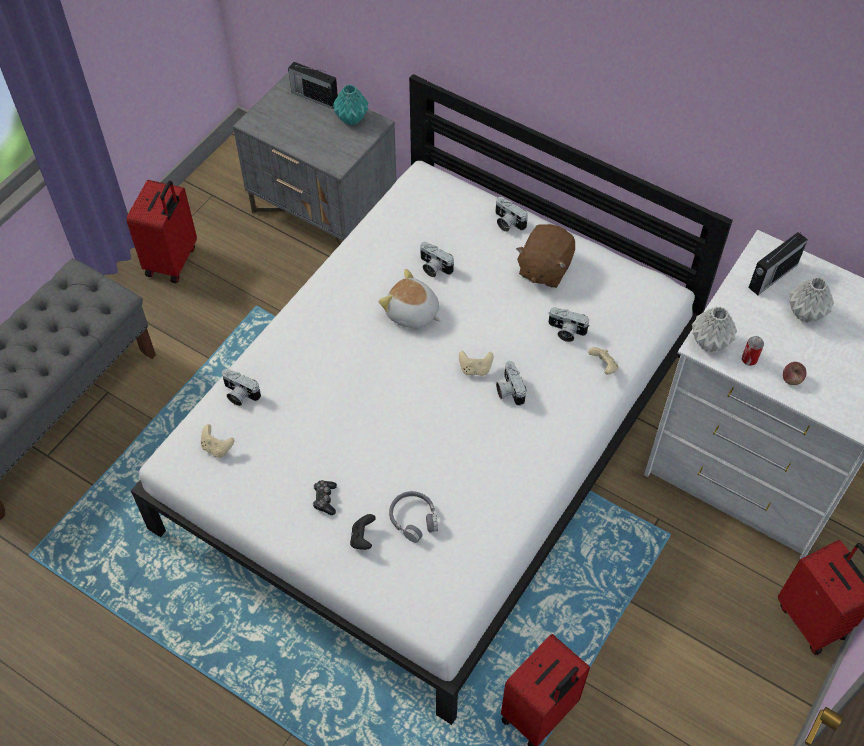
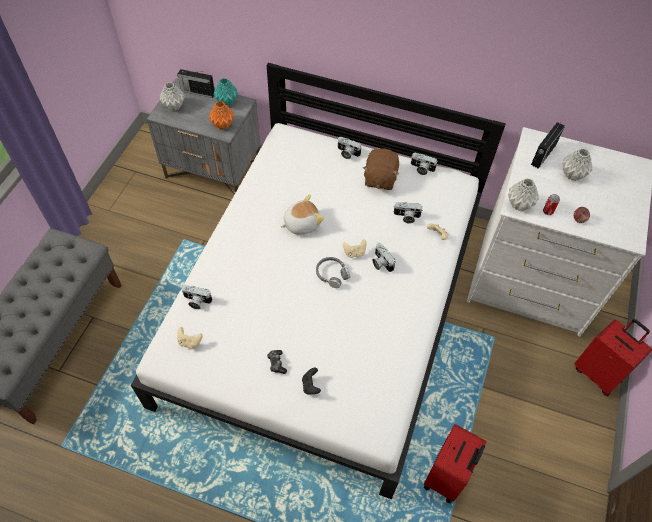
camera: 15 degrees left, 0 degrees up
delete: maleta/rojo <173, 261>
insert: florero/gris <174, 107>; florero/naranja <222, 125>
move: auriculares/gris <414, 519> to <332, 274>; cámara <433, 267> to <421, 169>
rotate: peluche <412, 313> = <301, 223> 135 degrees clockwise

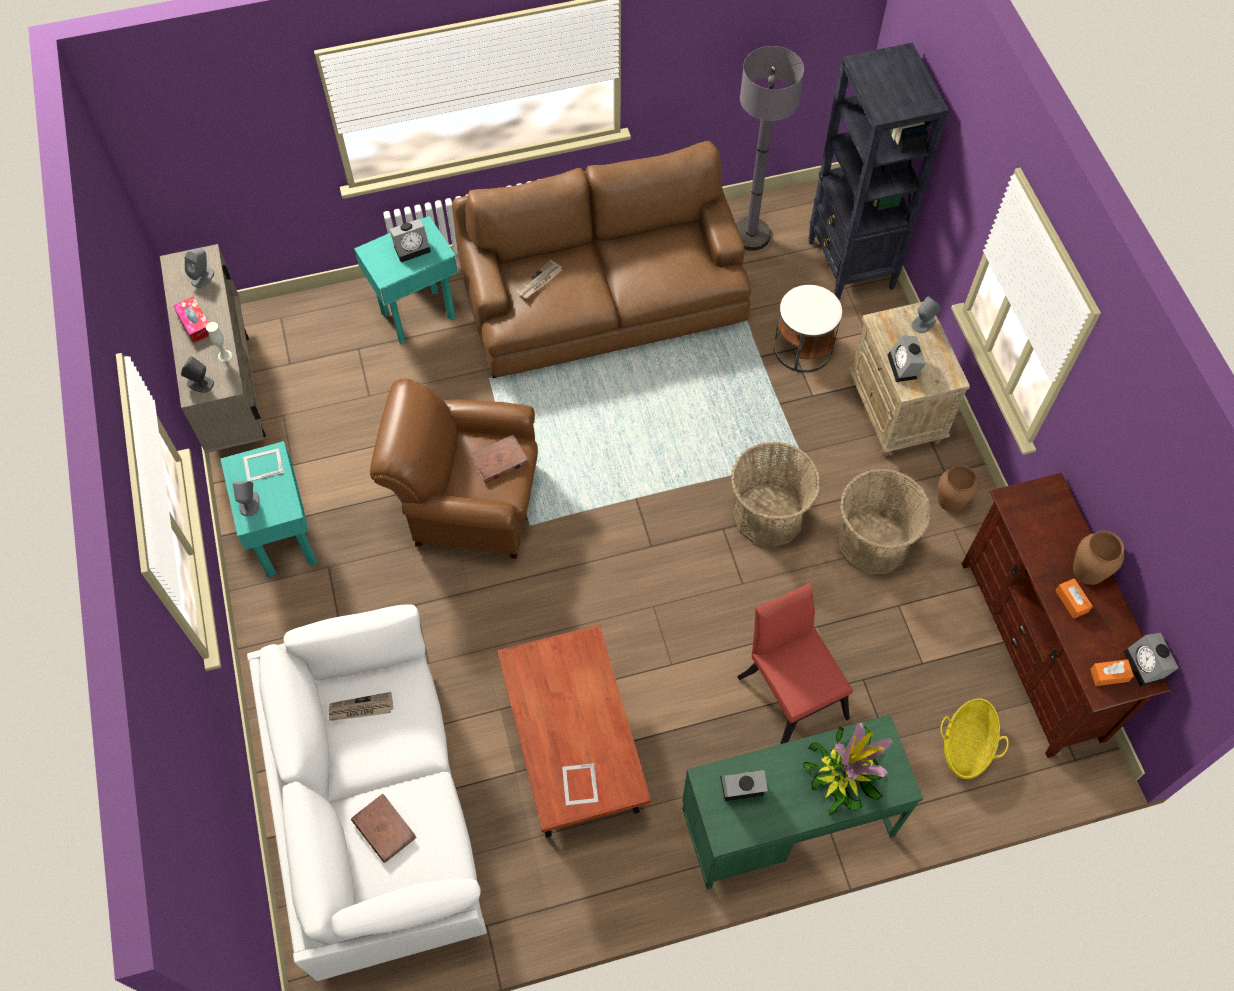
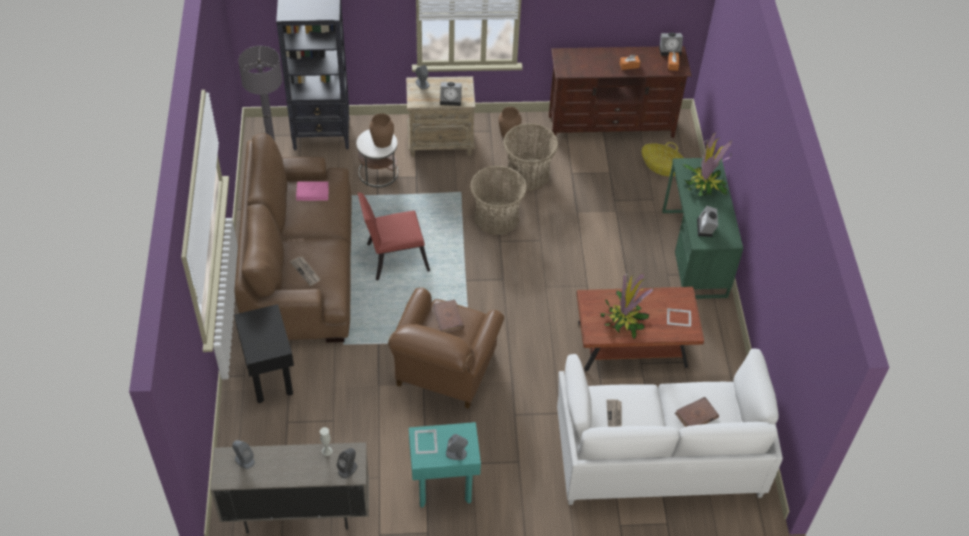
camera: 80 degrees left, 10 degrees down
delete: caja de pañuelos <195, 323>; despertador <412, 248>
insert: libro/rosa <312, 192>; planta en maceta <624, 319>
move: silla/rojo <790, 690> to <393, 257>; florero/marrón <1089, 569> to <382, 141>
recolor: mesa auxiliar/turquesa <419, 316> to mesa auxiliar/negro <271, 379>

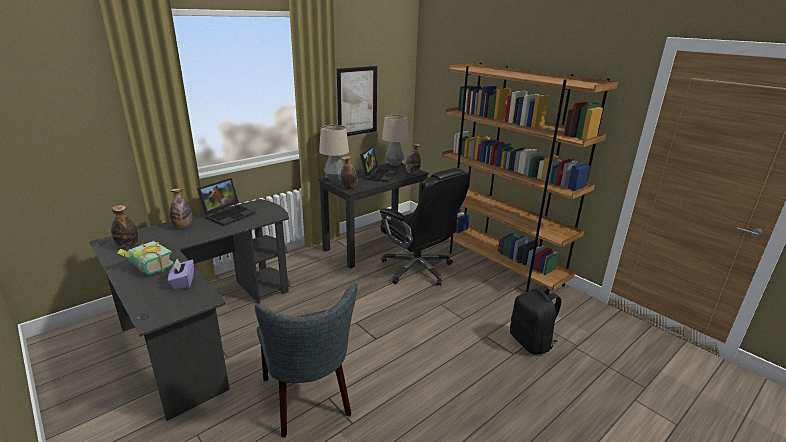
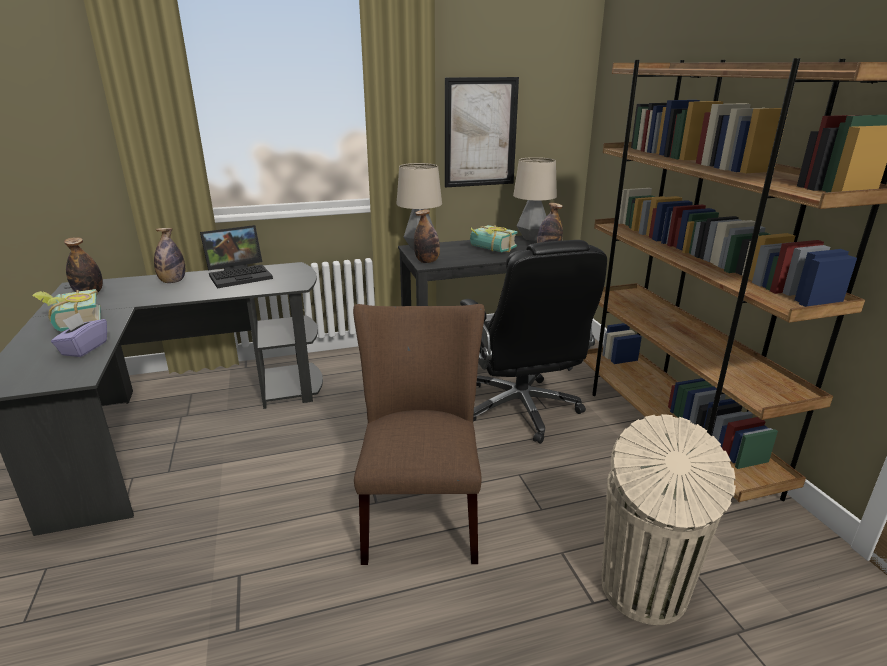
camera: 25 degrees right, 0 degrees up
delete: silla/gris <309, 400>
insert: silla/marrón <421, 511>
replace: portátil <378, 175> to libro <490, 249>; mochila/negro <531, 342> to papelera/beis <644, 591>

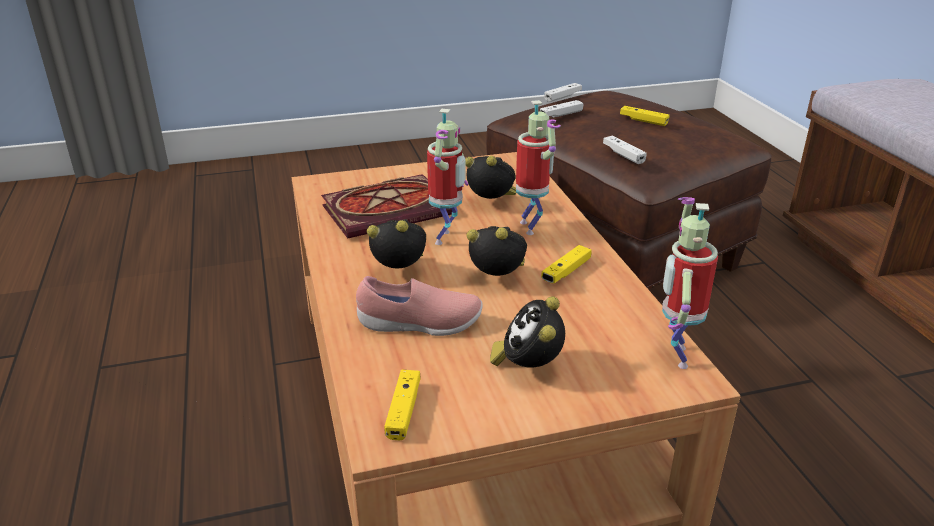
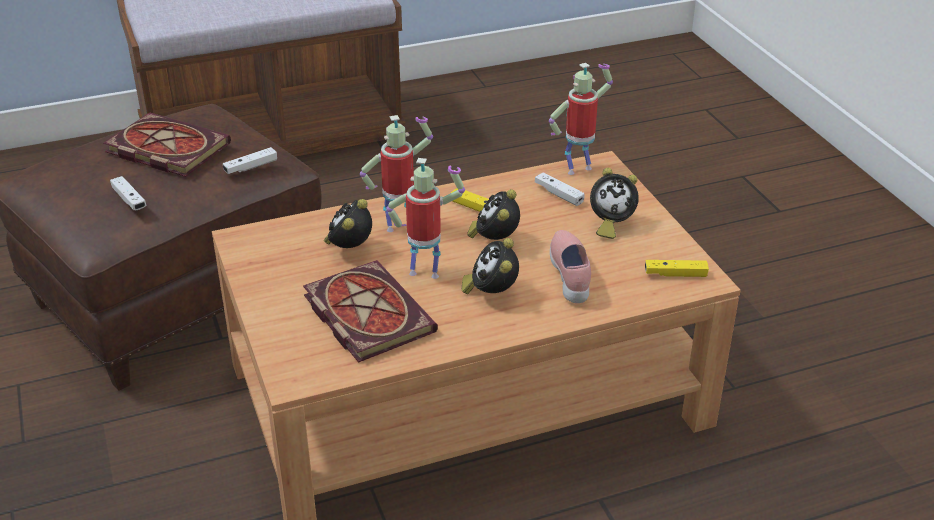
camera: 95 degrees left, 5 degrees up
move: mando de consola/blanco <562, 97> to <559, 194>
replace: mando de consola/amarillo <643, 121> to libro <164, 149>
rotate: robot de juguete <675, 355> = <578, 168> 150 degrees clockwise

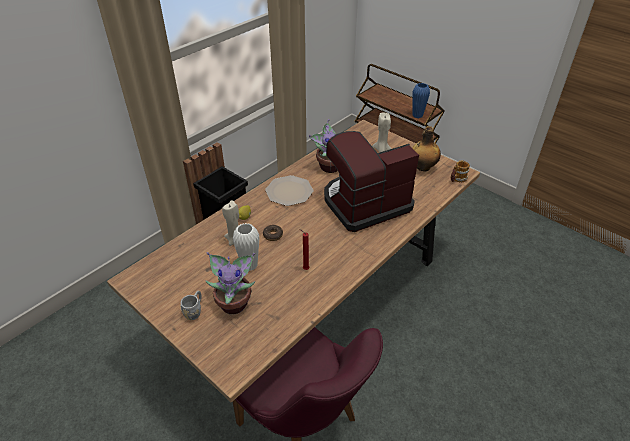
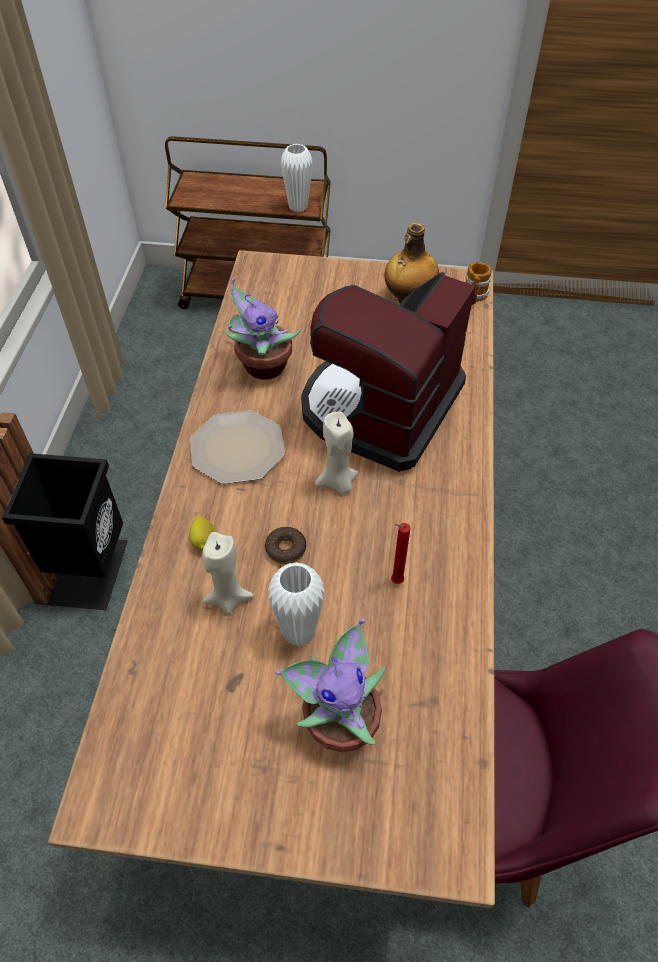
camera: 35 degrees left, 10 degrees up
delete: taza grande/gris <195, 311>
move: vela/beis <381, 150> to <338, 483>
recolor: florero/azul <417, 115> to florero/blanco <298, 206>

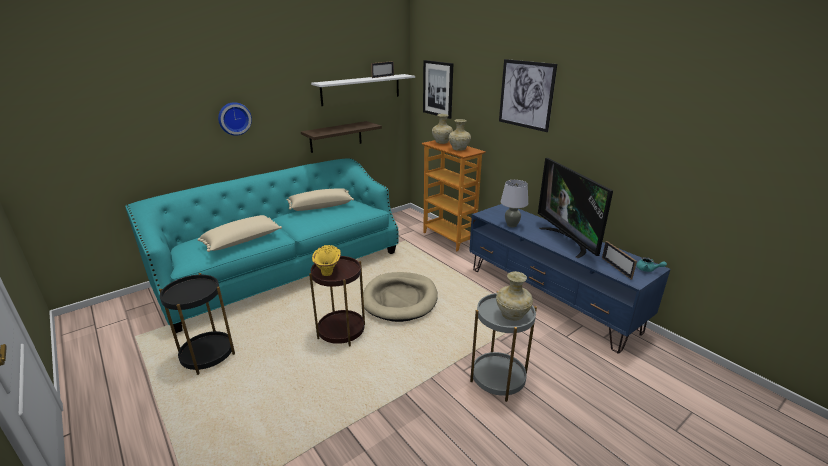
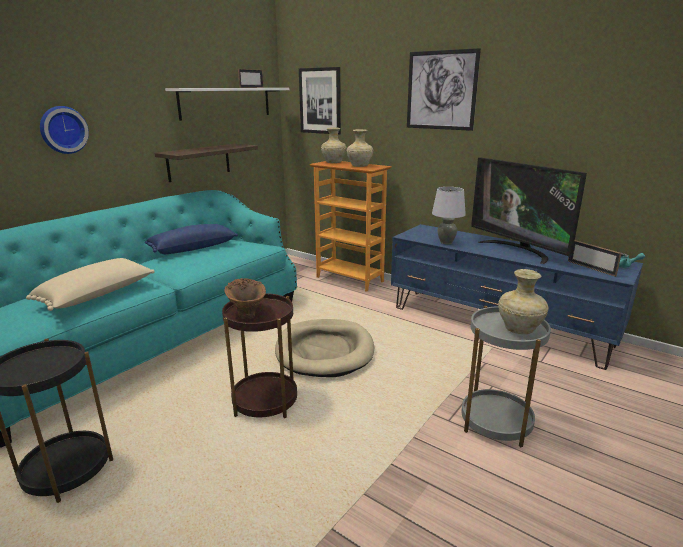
camera: 15 degrees left, 5 degrees down
recolor: cojín/beis <320, 206> to cojín/azul <193, 248>; florero/amarillo <328, 271> to florero/marrón <247, 313>

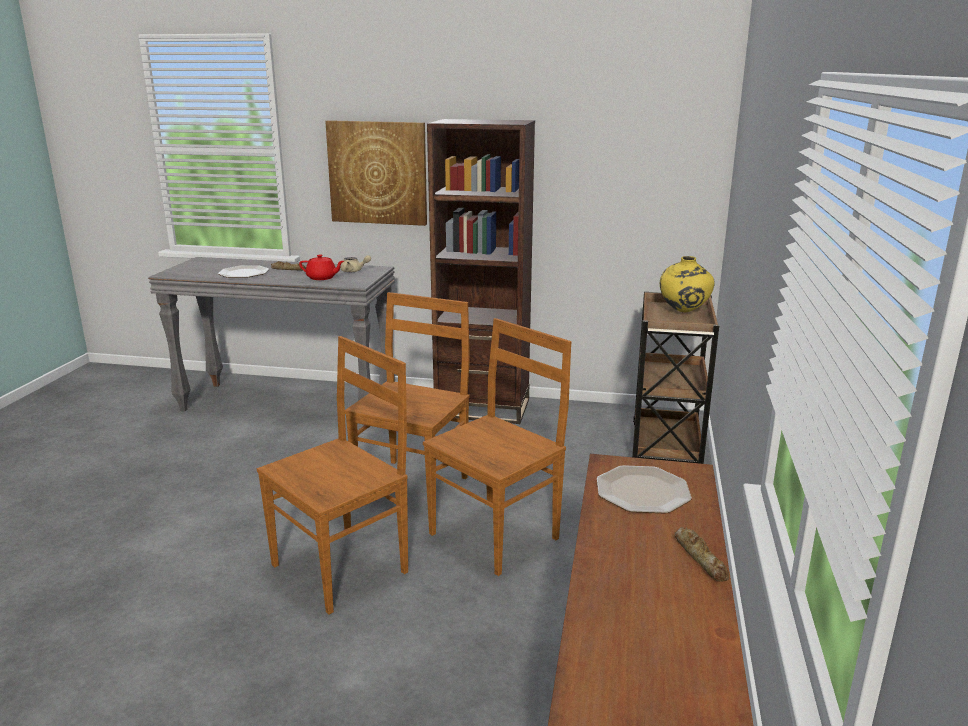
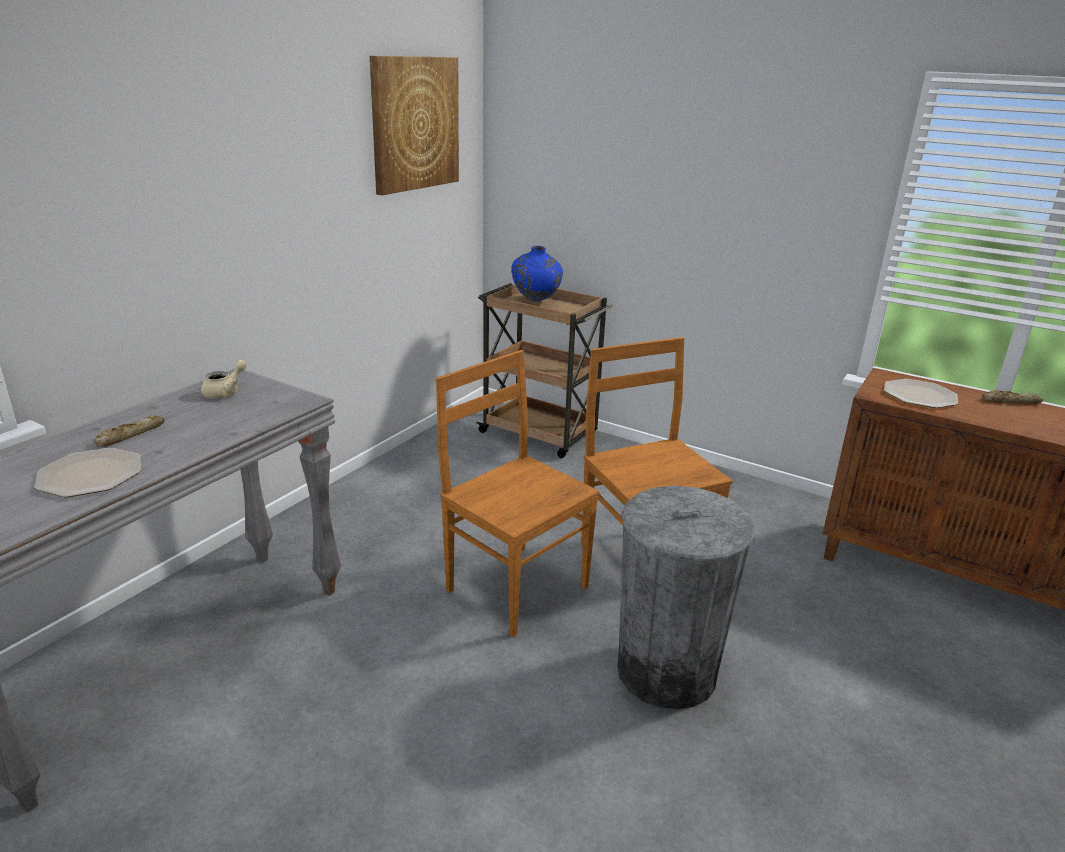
camera: 70 degrees left, 5 degrees up
delete: tetera/rojo <322, 278>; estantería/marrón <482, 408>
move: cuadro <378, 173> to <415, 124>
replace: silla/marrón <343, 567> to papelera/gris <666, 671>
recolor: florero/amarillo <684, 312> to florero/azul <536, 301>

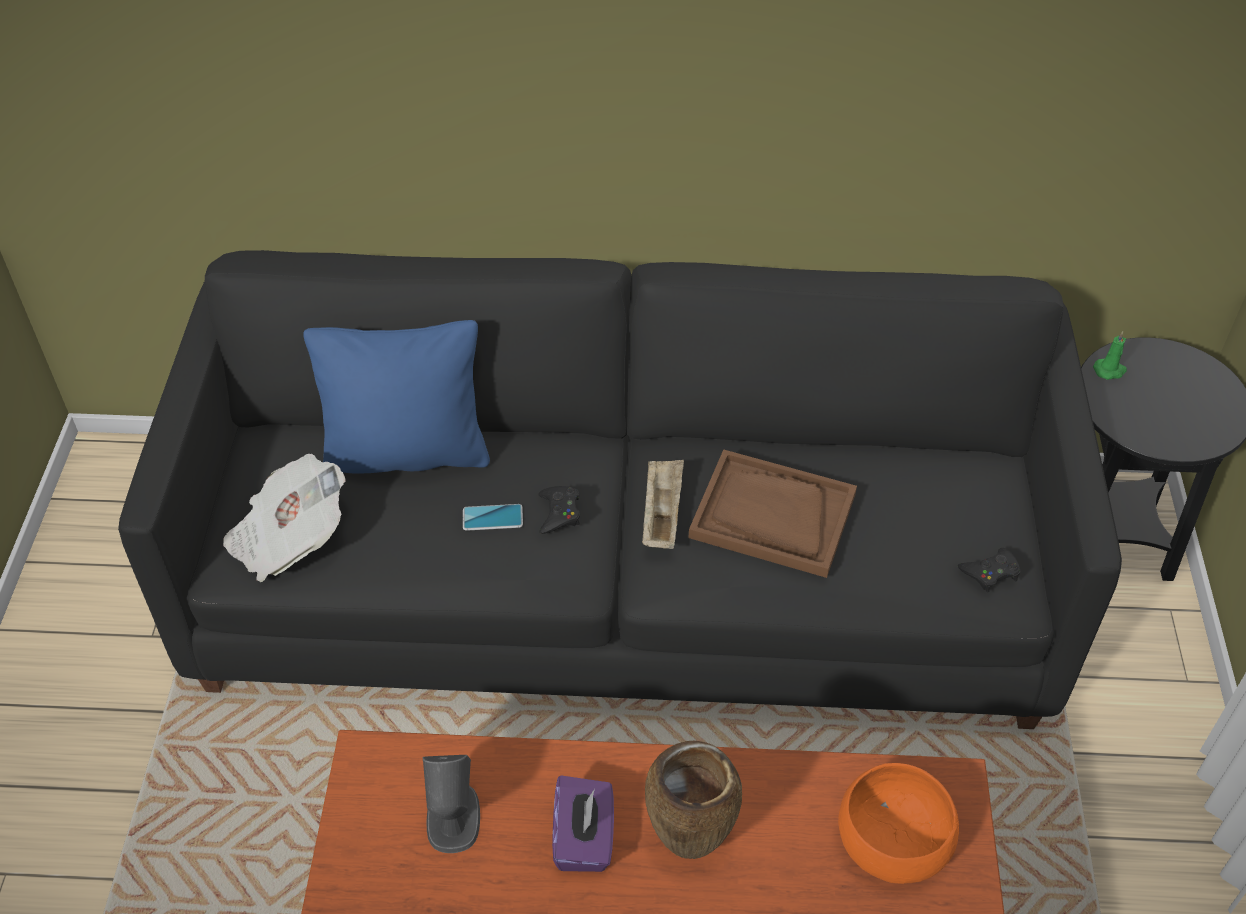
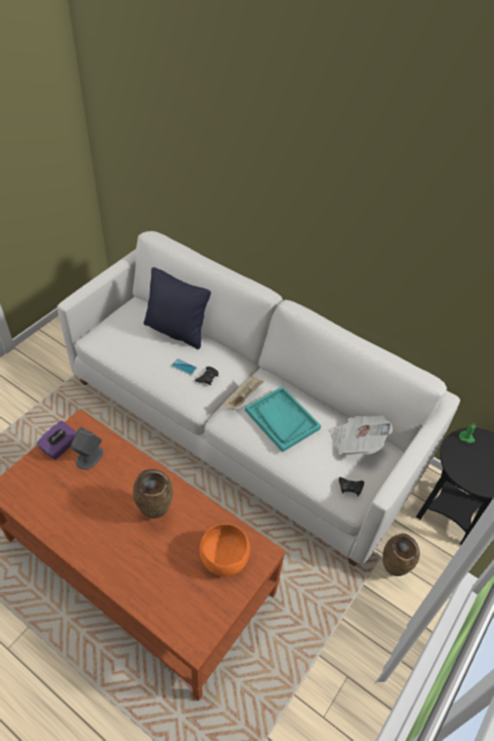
camera: 30 degrees right, 0 degrees up
insert: florero/marrón <393, 570>
move: periódico <289, 538> to <356, 442>; caja de pañuelos/morado <584, 839> to <60, 447>
recolor: sofá/negro <625, 584> to sofá/blanco <244, 424>; cojín/azul <407, 453> to cojín/negro <176, 331>; bandeja/marrón <772, 516> to bandeja/turquesa <281, 419>

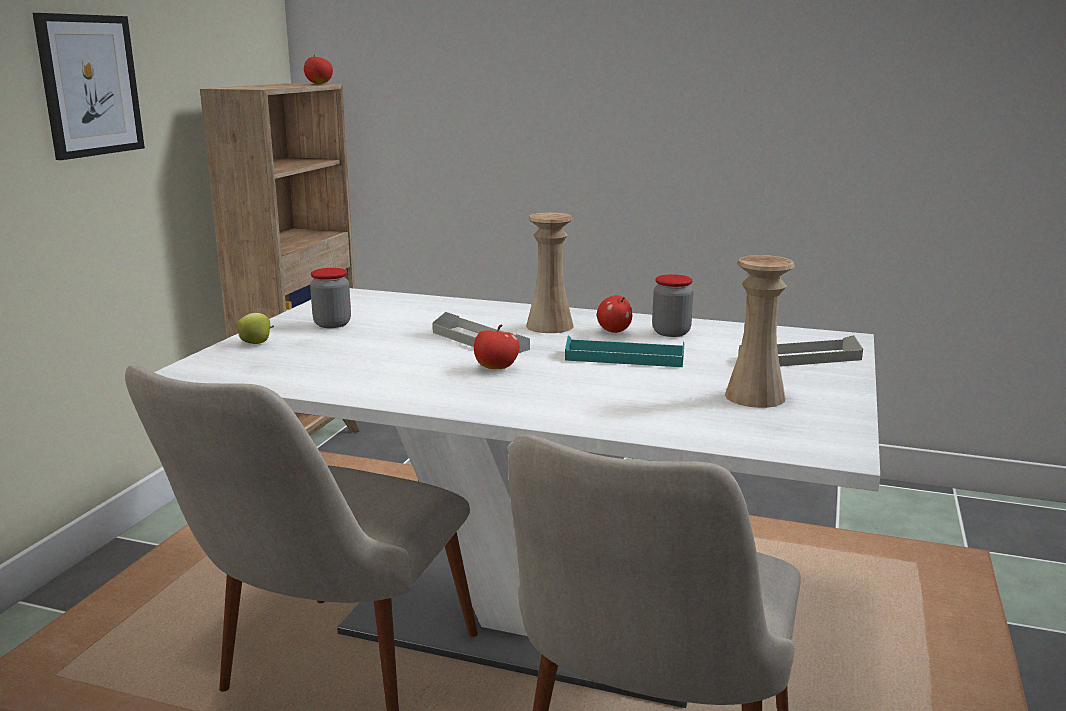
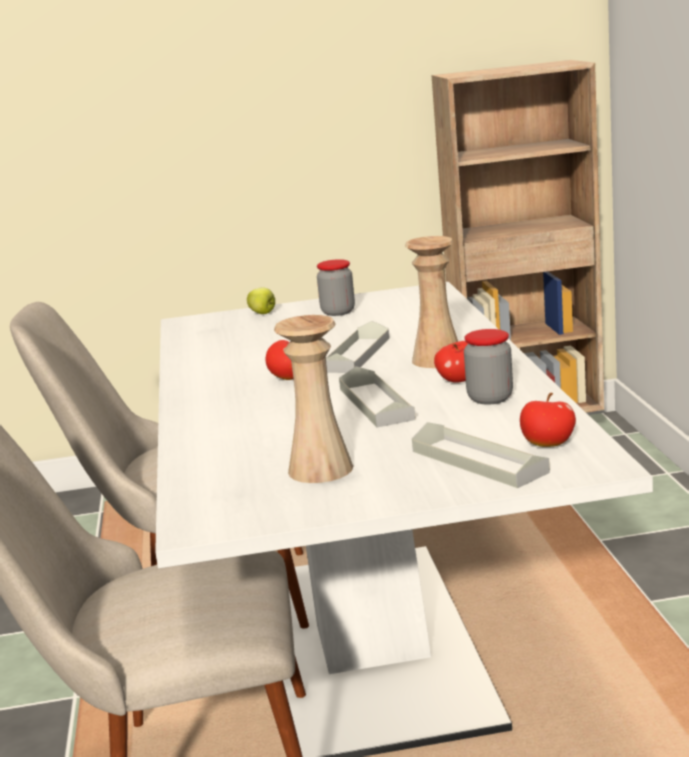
camera: 65 degrees right, 0 degrees up
delete: cuadro <90, 85>
move: manzana <319, 84> to <548, 445>
recolor: bandeja/turquesa <624, 358> to bandeja/gris <376, 404>

